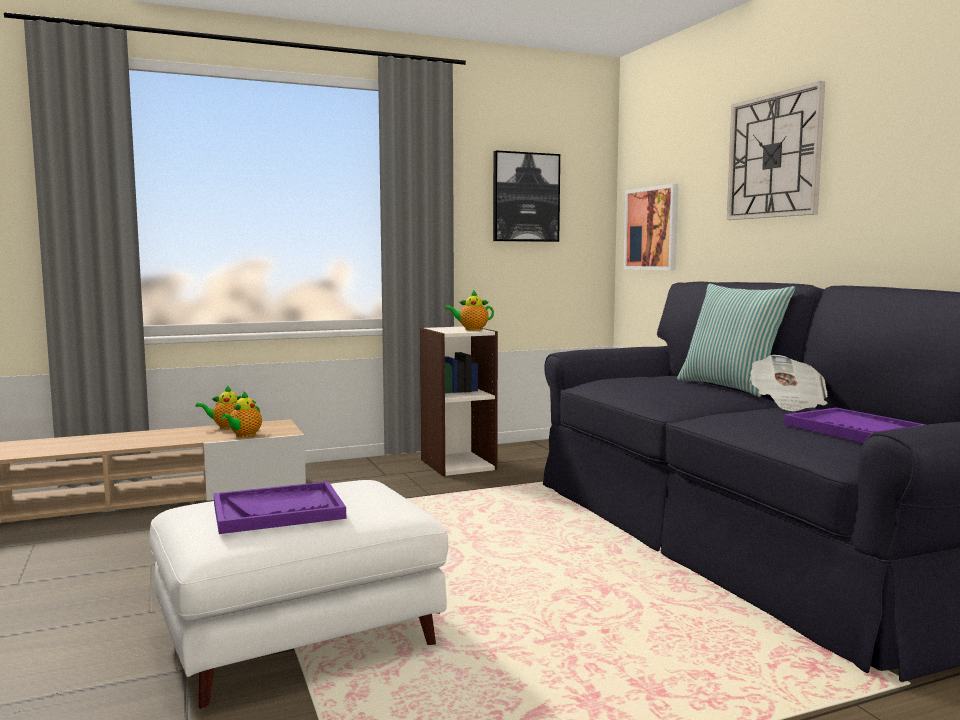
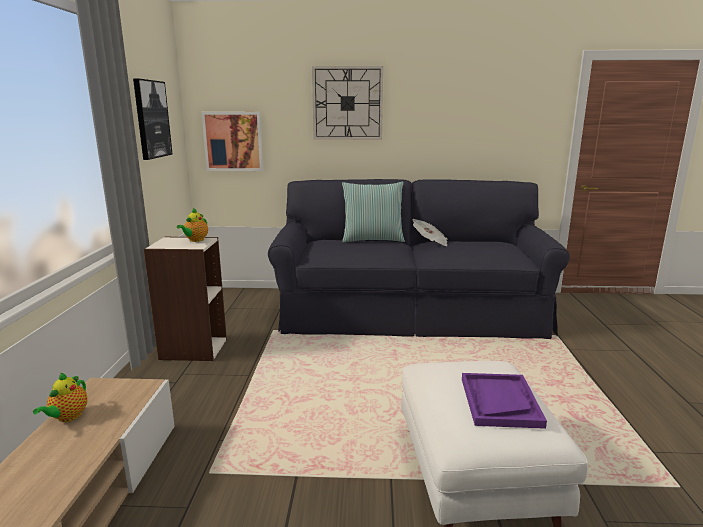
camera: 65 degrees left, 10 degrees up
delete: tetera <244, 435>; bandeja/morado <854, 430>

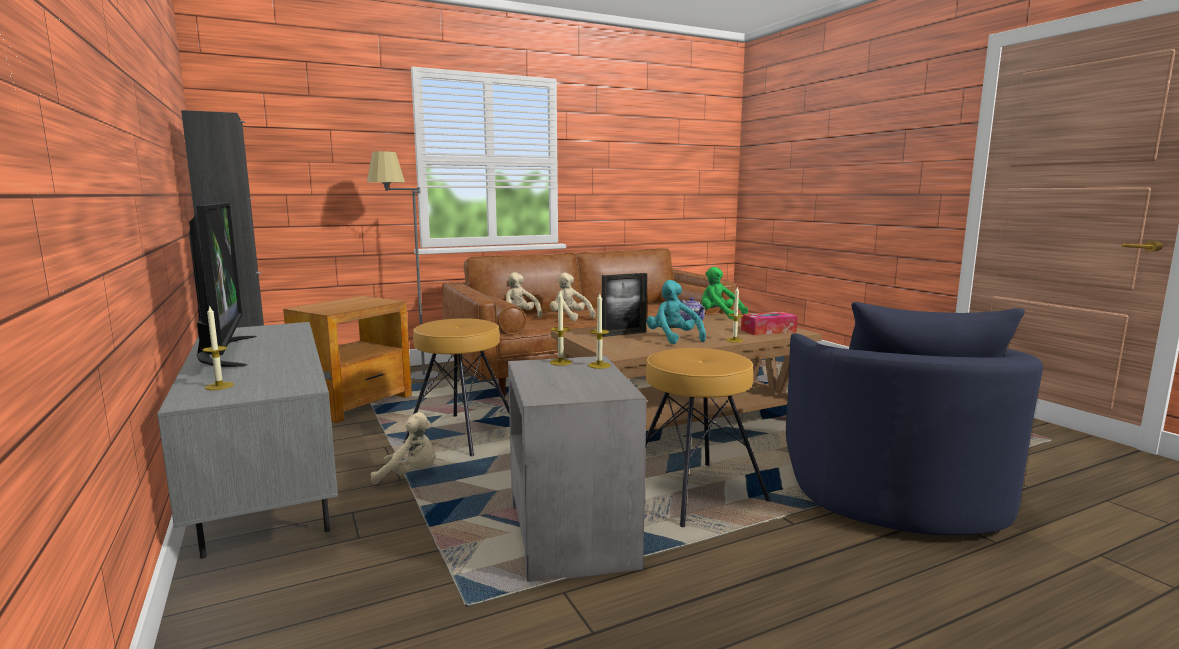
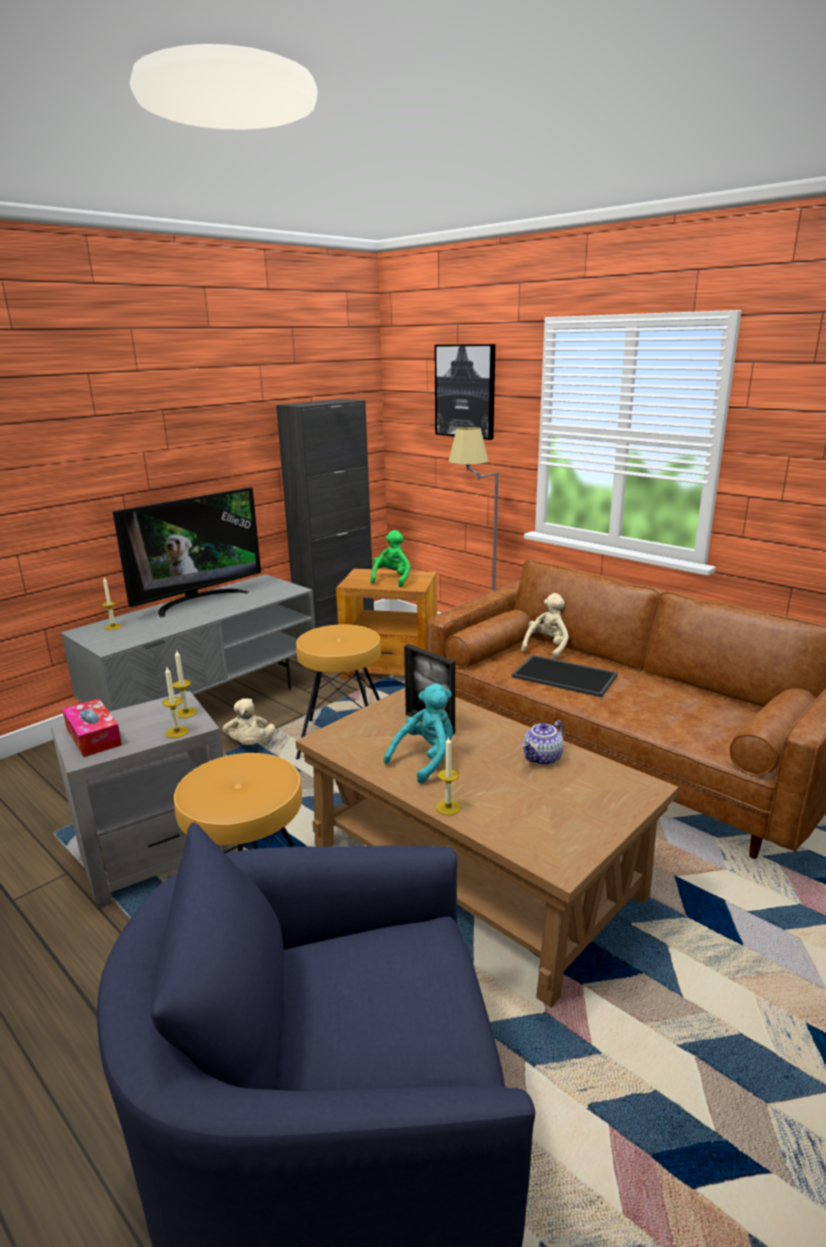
camera: 70 degrees right, 10 degrees up
insert: cuadro <465, 391>
move: peluche/verde <719, 316> to <392, 579>; caja de pañuelos <768, 331> to <93, 736>
replace: peluche/beis <569, 318> to bandeja <566, 676>

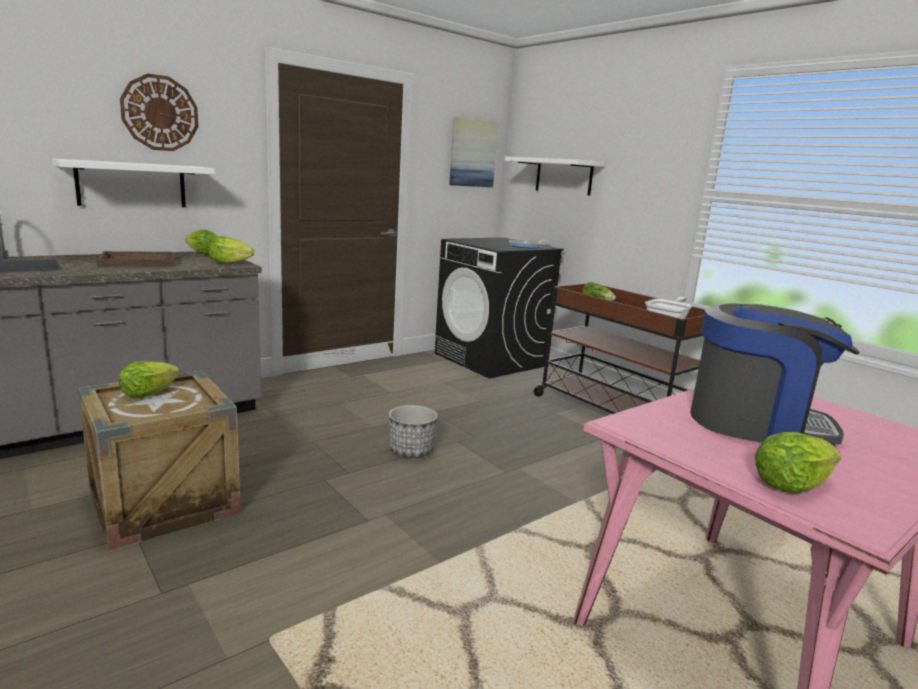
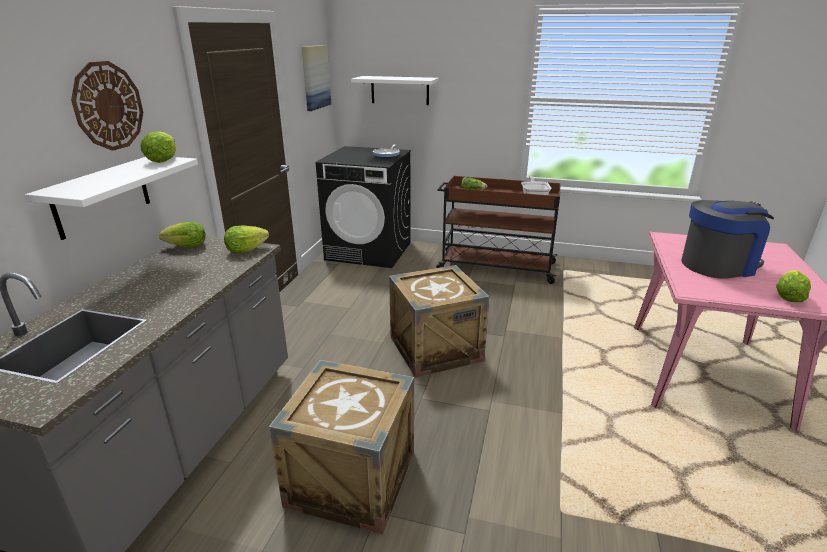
camera: 35 degrees left, 10 degrees up
delete: bandeja/marrón <139, 262>
move: lechuga <148, 393> to <162, 160>
replace: maceta <411, 451> to caja de embalaje <435, 348>

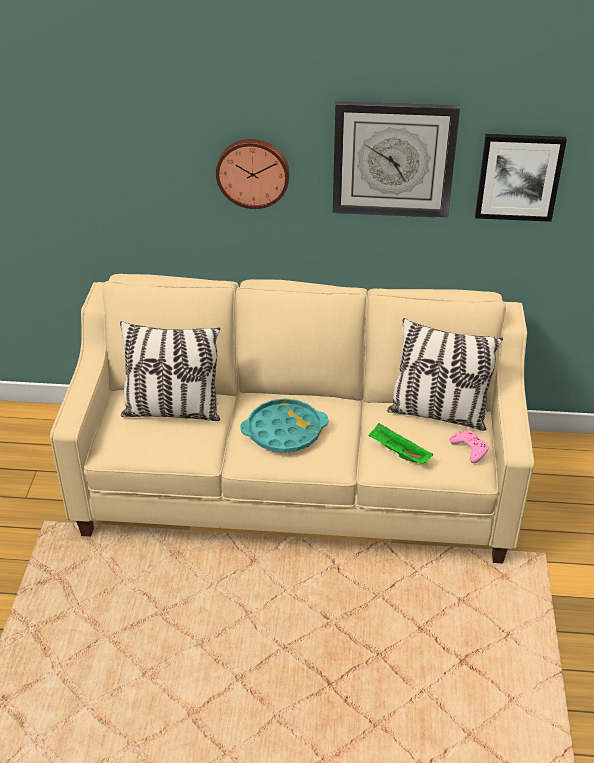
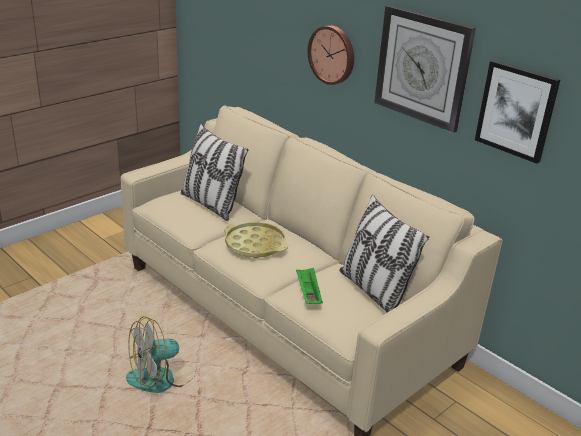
camera: 40 degrees right, 10 degrees down
delete: mando de consola/rosa <469, 448>
insert: ventilador <162, 377>
recolor: bandeja/turquesa <284, 431> to bandeja/amarillo <255, 245>

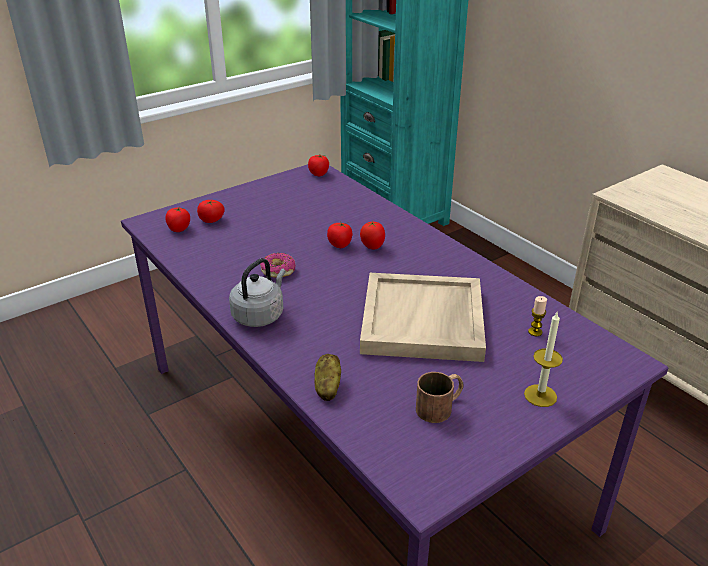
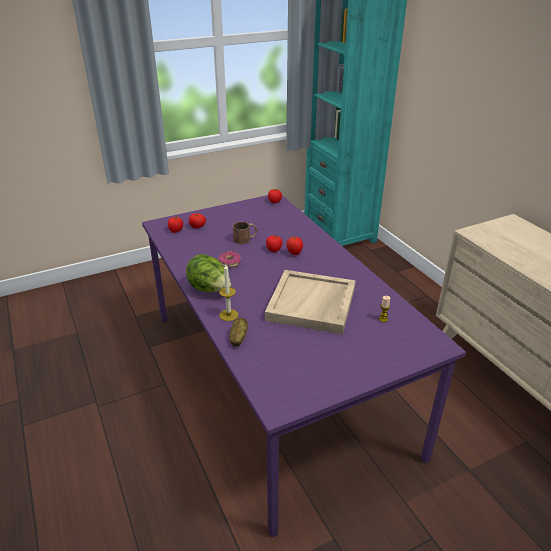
camera: 10 degrees right, 0 degrees up
move: taza grande/marrón <440, 406> to <245, 239>; vela <540, 395> to <228, 315>
replace: hervidor/gris <260, 315> to lechuga <210, 289>

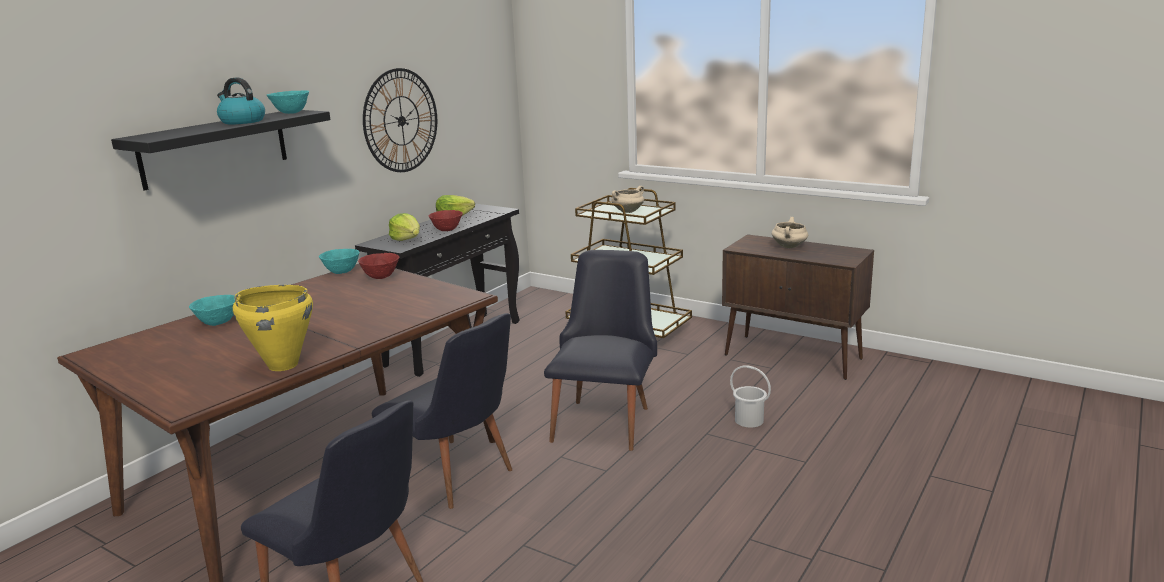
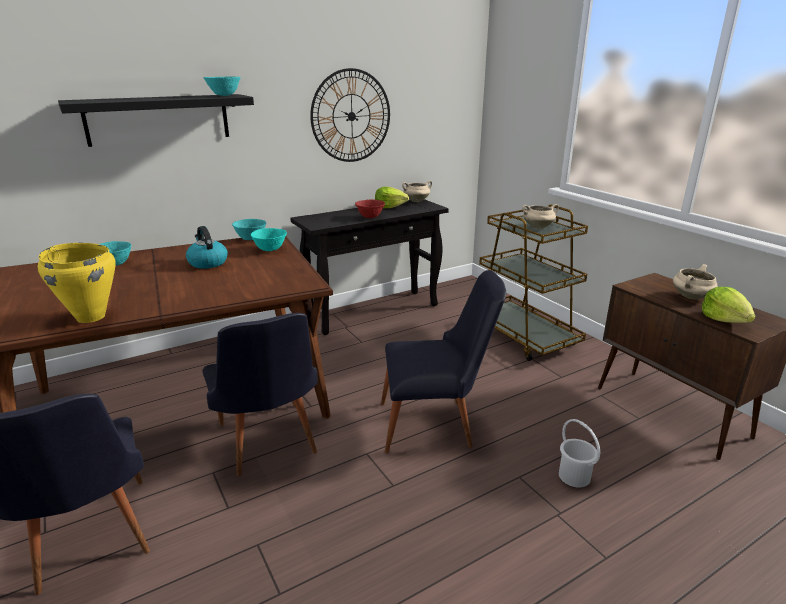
camera: 25 degrees right, 5 degrees up
insert: olla/beis <416, 201>
move: hervidor <242, 121> to <207, 262>; lechuga <407, 239> to <724, 319>
recolor: cuenco/rojo <381, 277> to cuenco/turquesa <270, 250>
rotate: silla/negro <606, 419> = <435, 425> 45 degrees clockwise

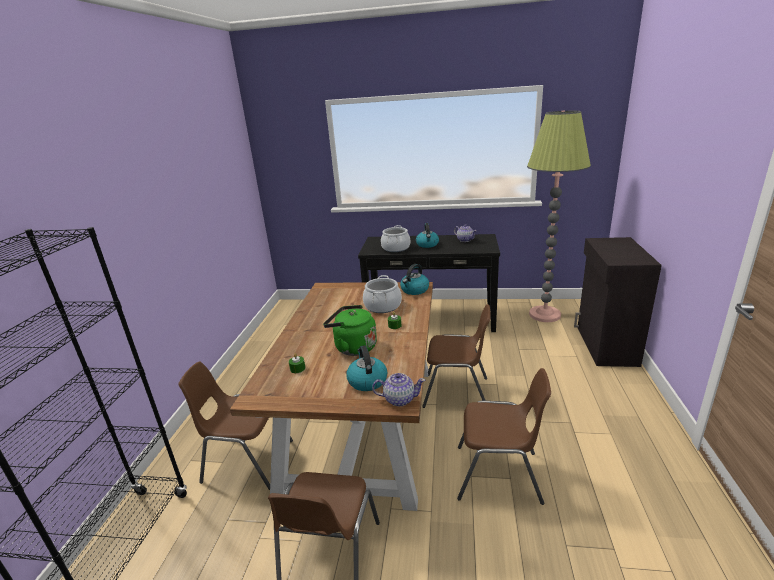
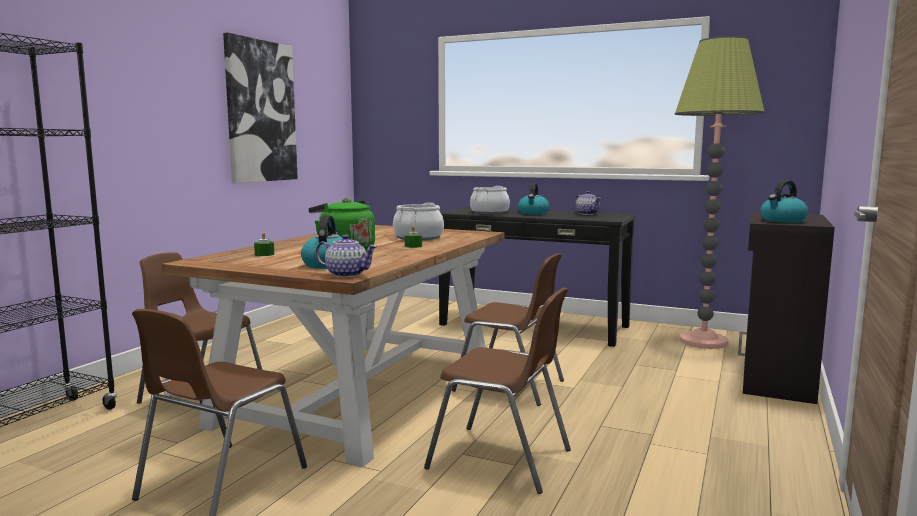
camera: 15 degrees right, 15 degrees down
insert: cuadro <260, 111>
move: hervidor <414, 290> to <782, 221>

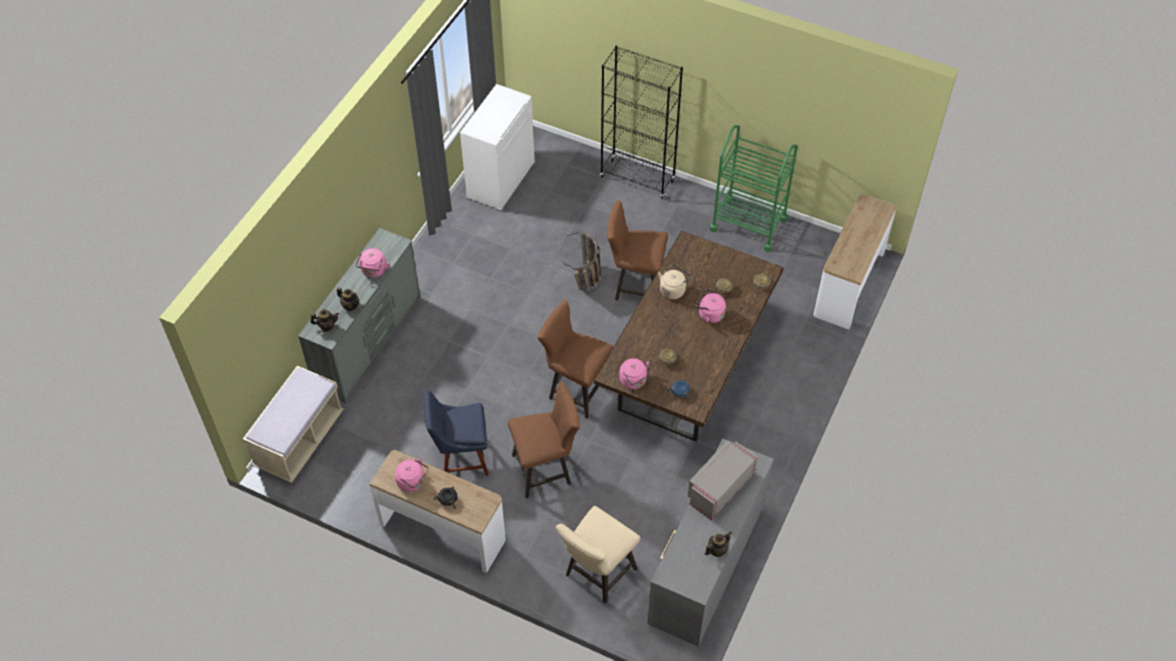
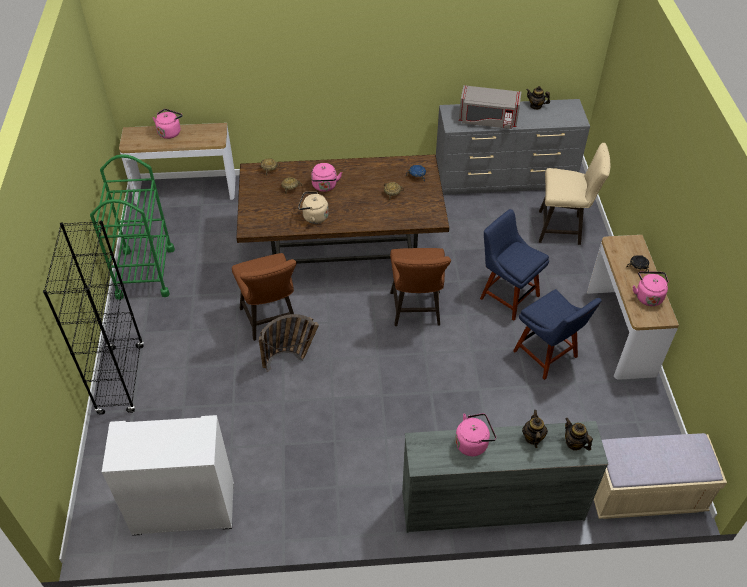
camera: 120 degrees left, 5 degrees down
move: hervidor/rosa <634, 381> to <170, 132>
replace: taburete/marrón <546, 469> to silla/azul <507, 295>

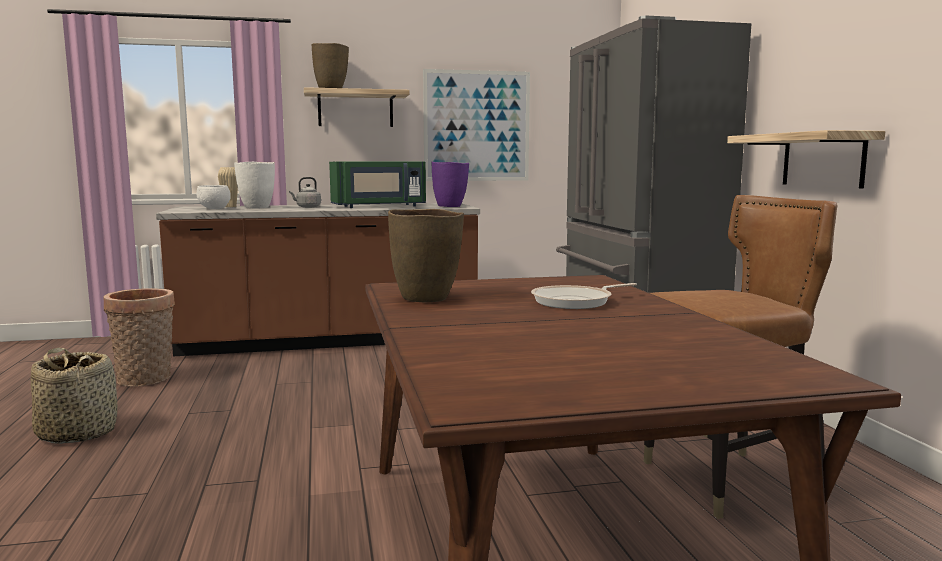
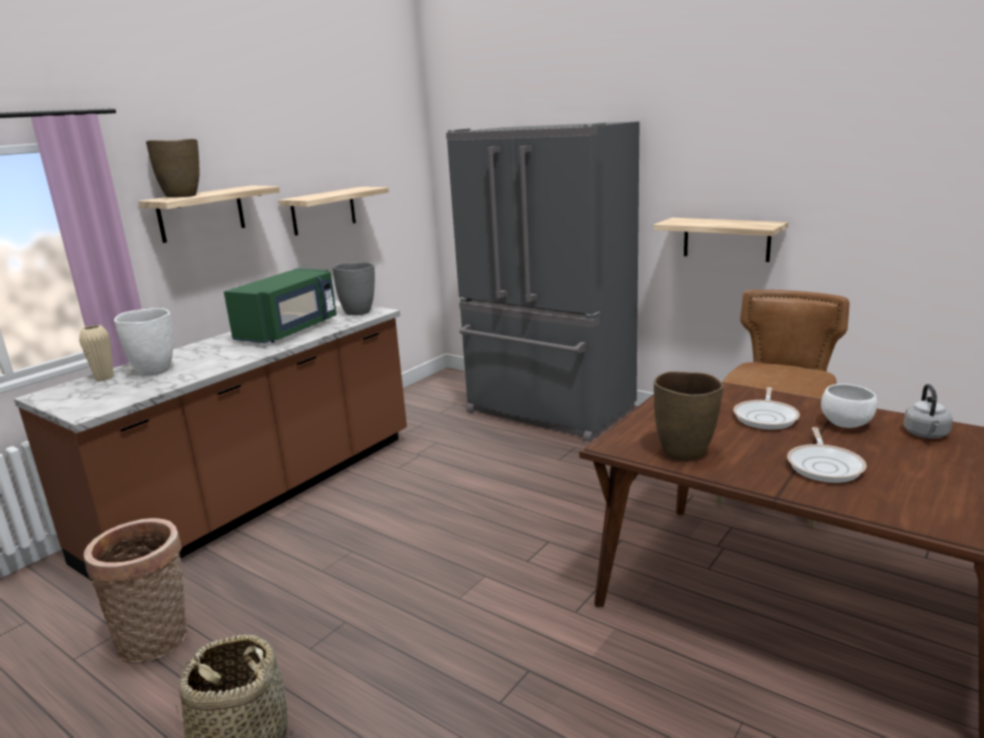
camera: 40 degrees left, 10 degrees up
insert: sartén <825, 466>
move: cuenco/blanco <215, 209> to <847, 424>; hervidor/gris <307, 207> to <926, 435>
replace: cuadro <477, 126> to estante <323, 211>
recolor: florero/morado <450, 206> to florero/gris <358, 312>

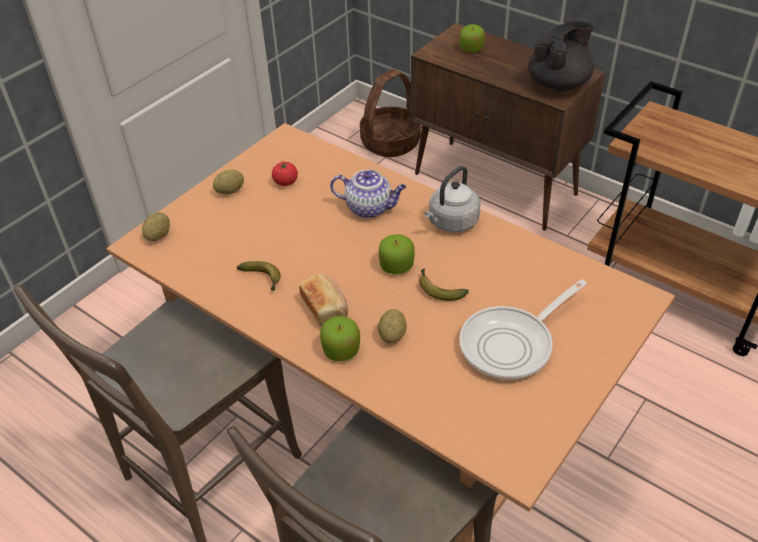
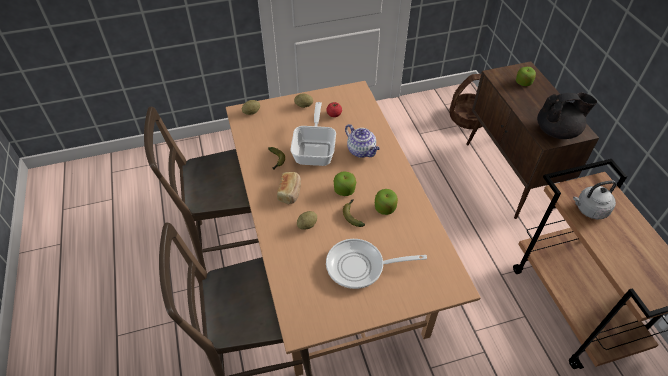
camera: 35 degrees right, 5 degrees up
insert: sartén <315, 150>
move: manzana <341, 350> to <385, 208>; hervidor/gris <451, 222> to <589, 210>

